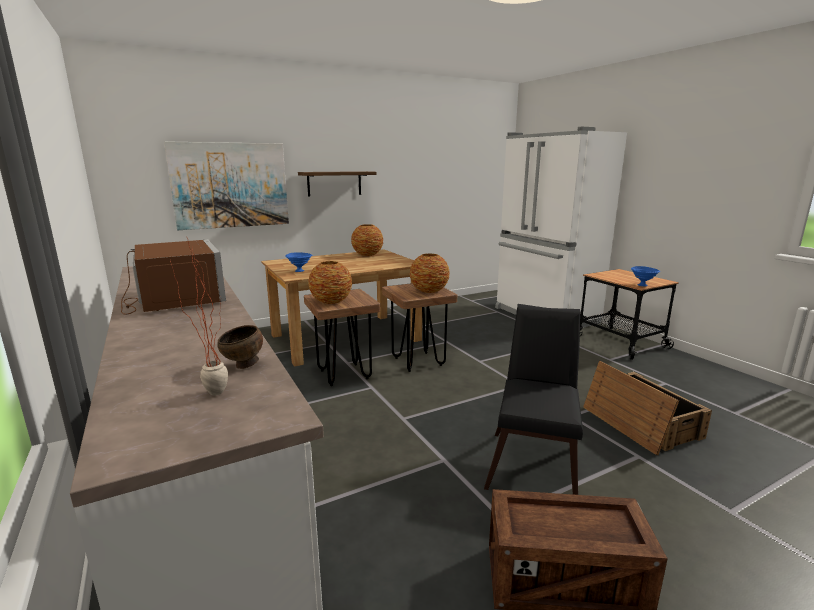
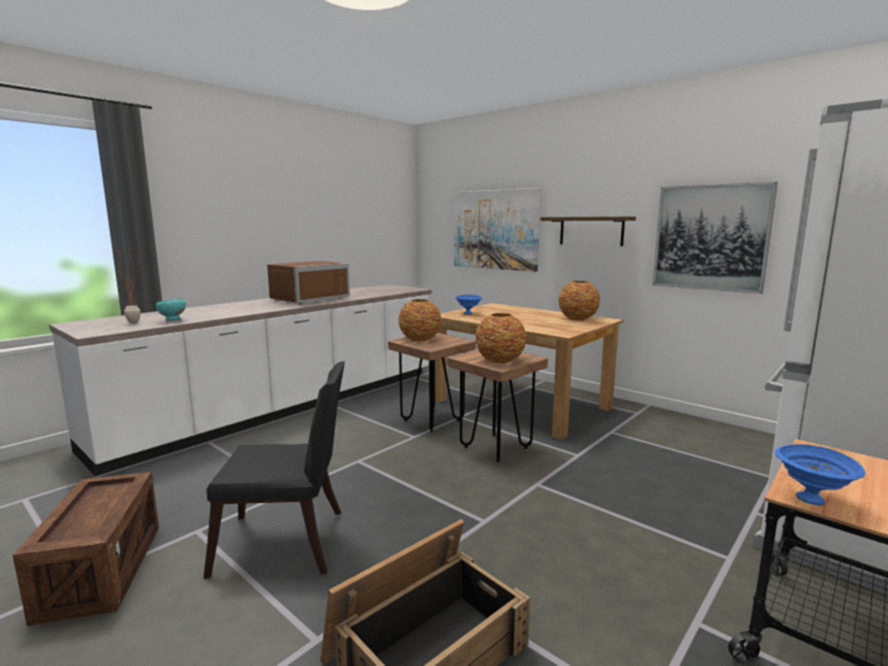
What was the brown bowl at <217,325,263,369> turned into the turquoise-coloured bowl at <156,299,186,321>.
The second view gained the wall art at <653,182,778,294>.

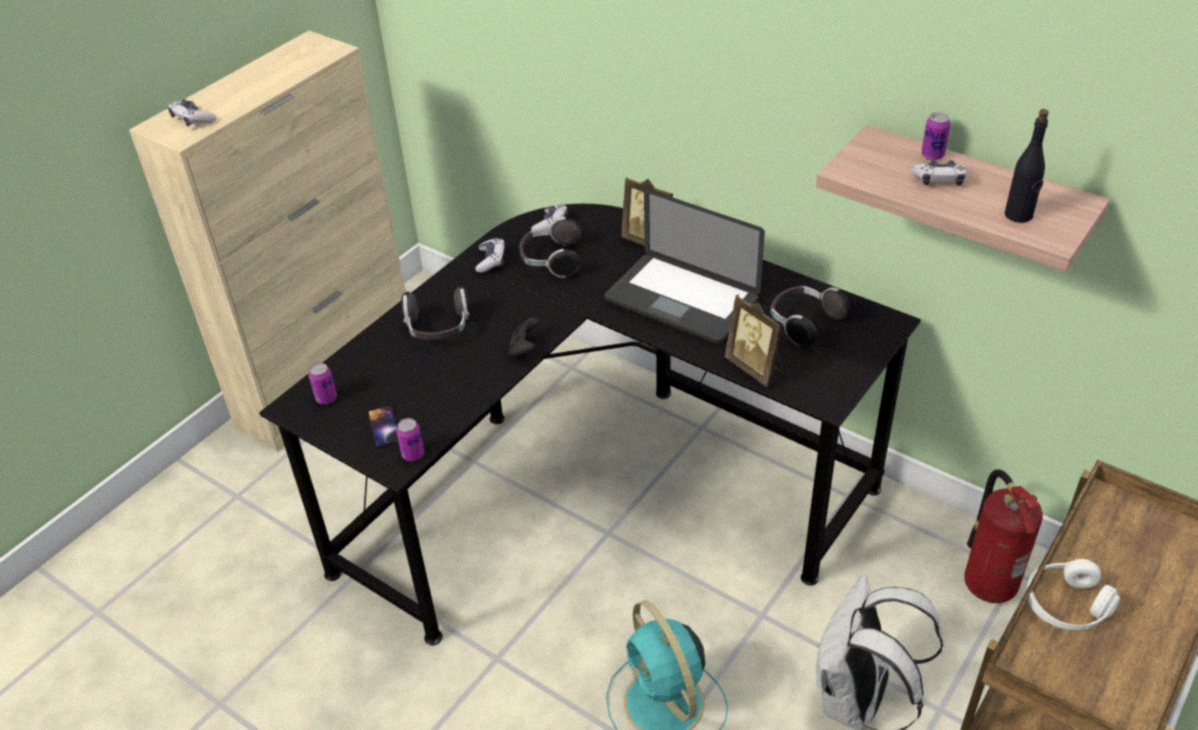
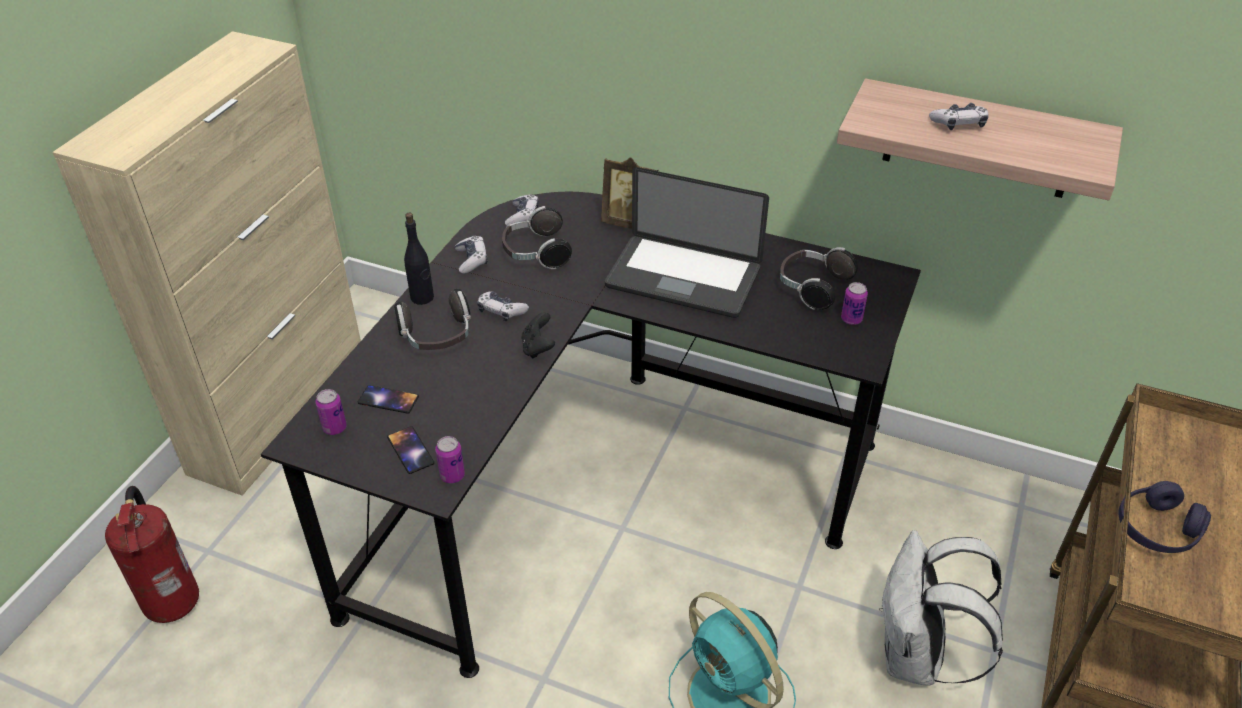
The fire extinguisher ended up elsewhere, having gone from <964,469,1043,603> to <105,486,199,623>.
The second view gained the handset at <358,385,419,414>.
The blackish beverage bottle ended up elsewhere, having gone from <1005,109,1049,223> to <404,213,434,305>.
The gamepad ended up elsewhere, having gone from <168,99,216,127> to <477,291,529,322>.
The sealed can ended up elsewhere, having gone from <921,112,951,160> to <841,282,868,325>.
What was the white headset at <1026,559,1120,630> turned into the purple-coloured headset at <1119,481,1211,553>.
The second view lost the picture frame at <725,294,783,387>.

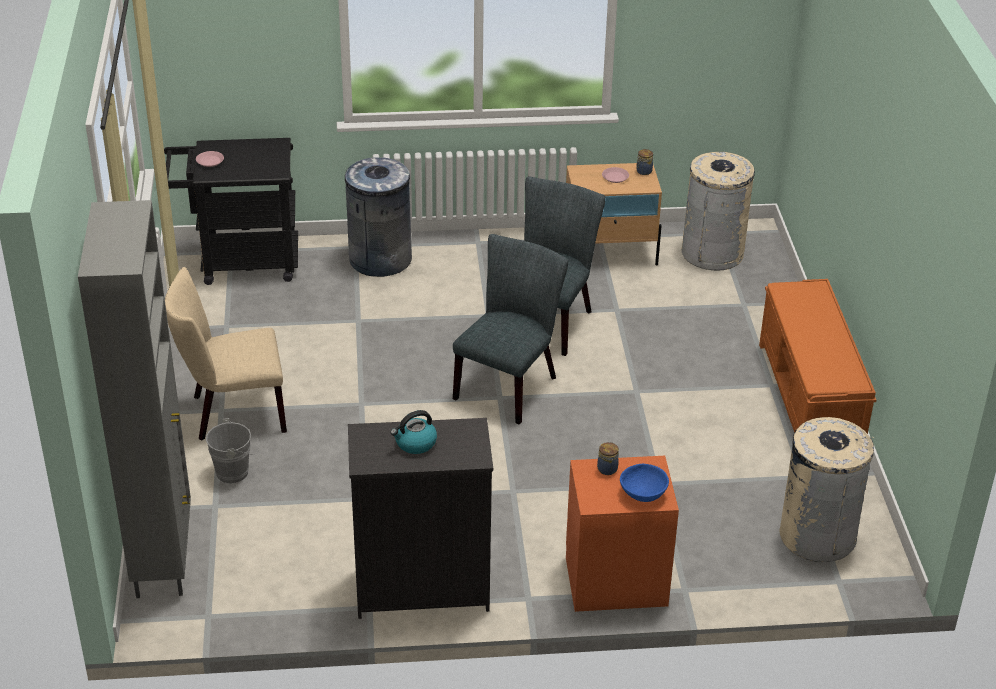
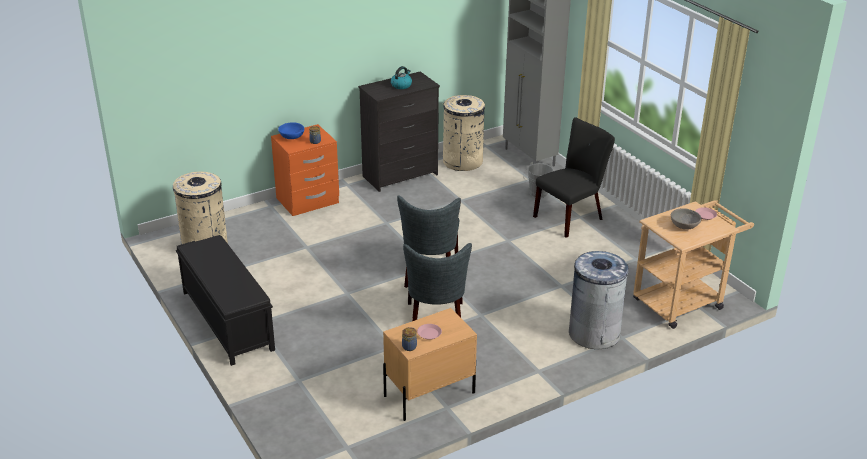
What was the orange long seat at <759,279,876,434> turned into the blackish long seat at <176,235,275,366>.
The beige rubbish bin ended up elsewhere, having gone from <681,152,755,270> to <443,95,485,171>.
What was the beige plain chair at <165,267,287,441> turned into the blackish plain chair at <533,117,615,238>.
What was the blackish cart at <164,138,298,285> turned into the beige cart at <633,200,754,329>.
The second view gained the greyish bowl at <671,208,702,229>.

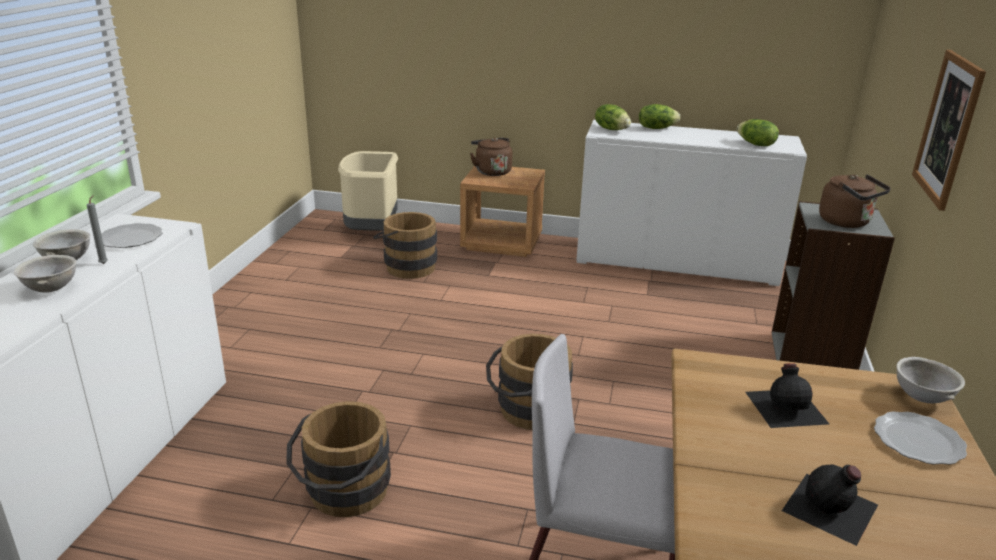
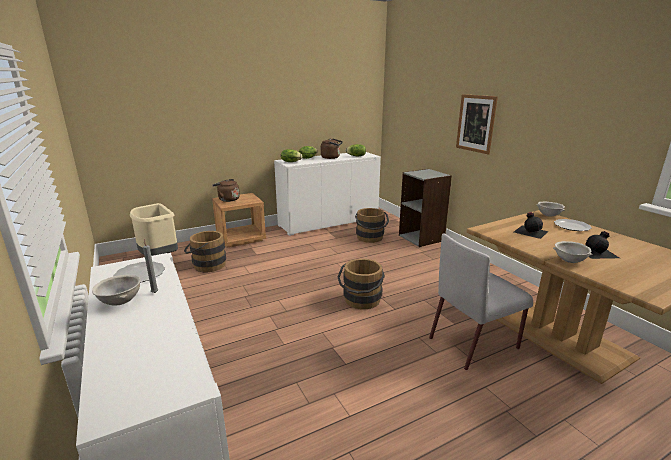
The brown kettle ended up elsewhere, having gone from <819,175,891,228> to <321,139,343,159>.
The brown pail ended up elsewhere, having gone from <286,401,391,517> to <355,208,389,243>.
The greyish bowl ended up elsewhere, having gone from <14,255,76,293> to <553,241,592,263>.

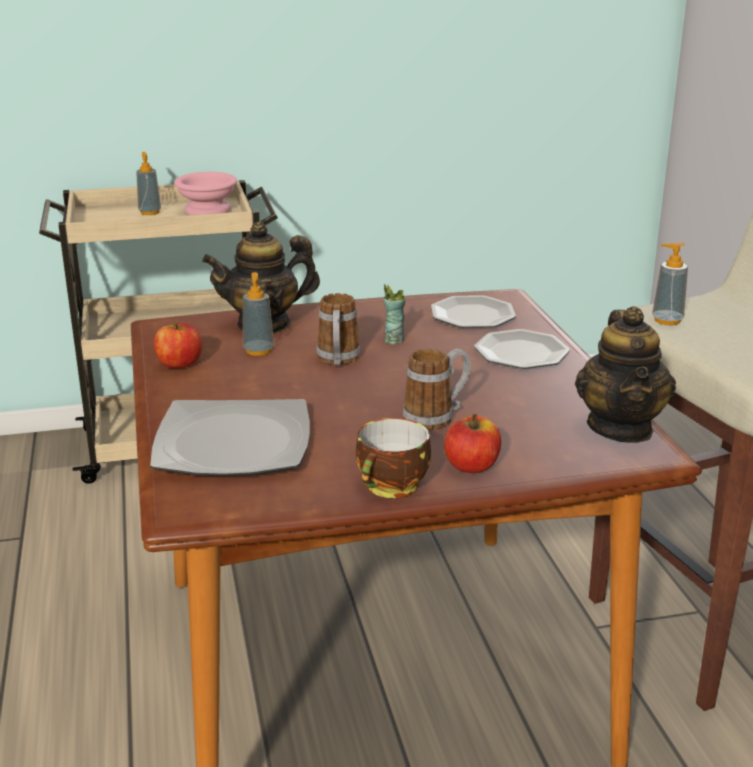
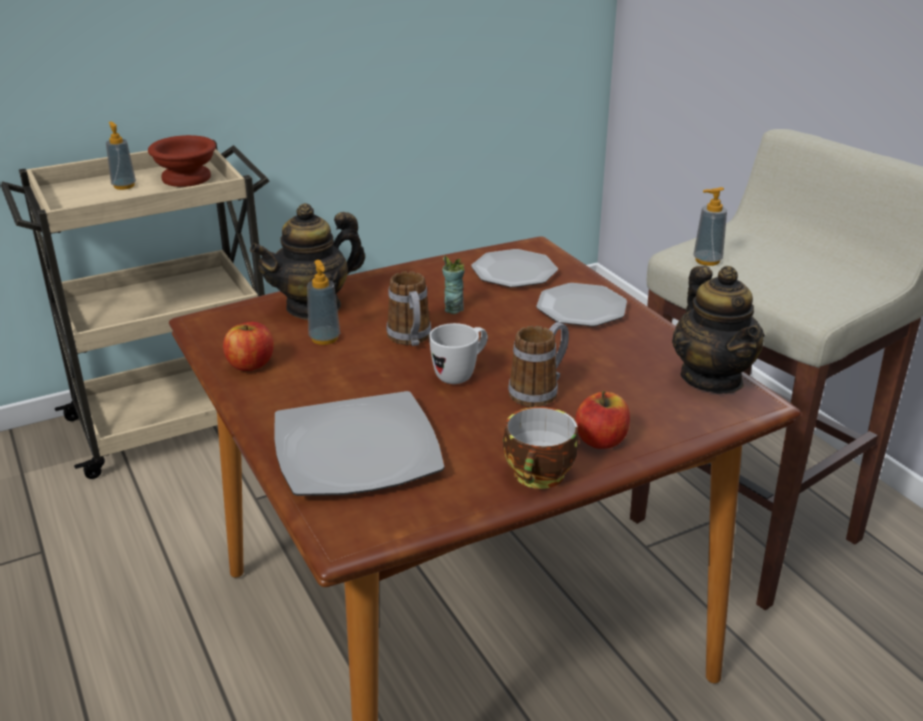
What was the pinkish bowl at <174,172,237,215> turned into the brown bowl at <148,135,216,187>.
The second view gained the white coffee mug at <429,323,488,384>.

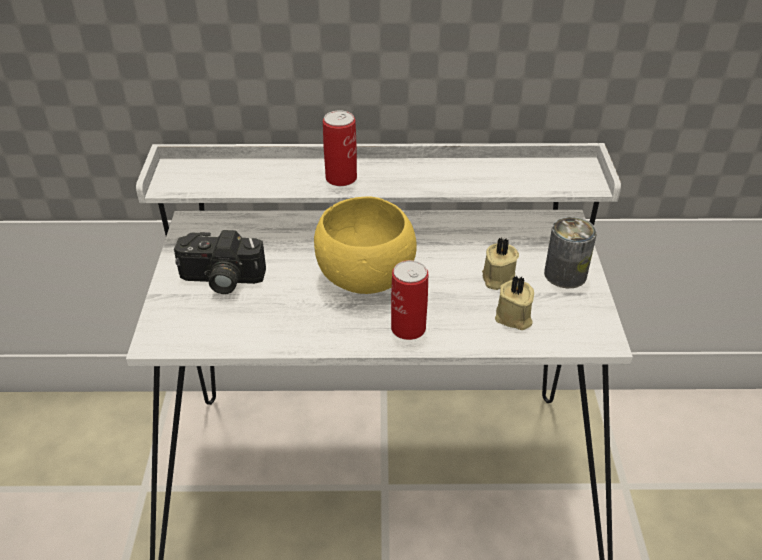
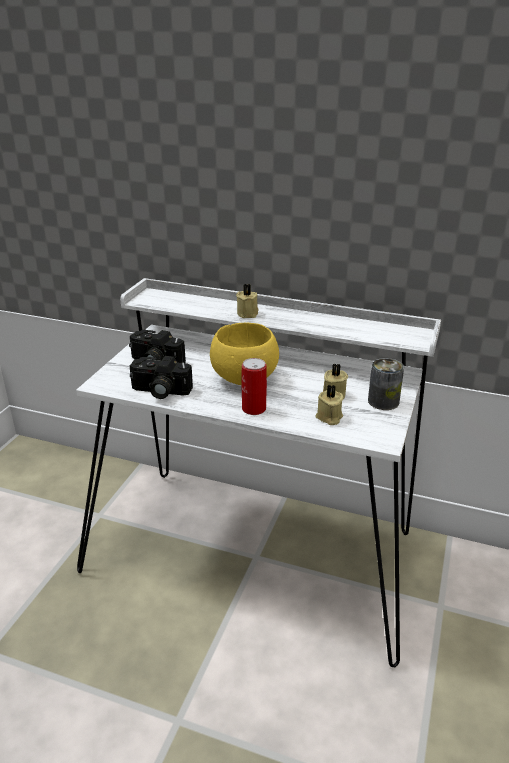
The second view gained the photo camera at <130,356,193,399>.
Where the sealed can stood at <323,110,357,186>, the beige wax light came to stand at <236,284,259,318>.

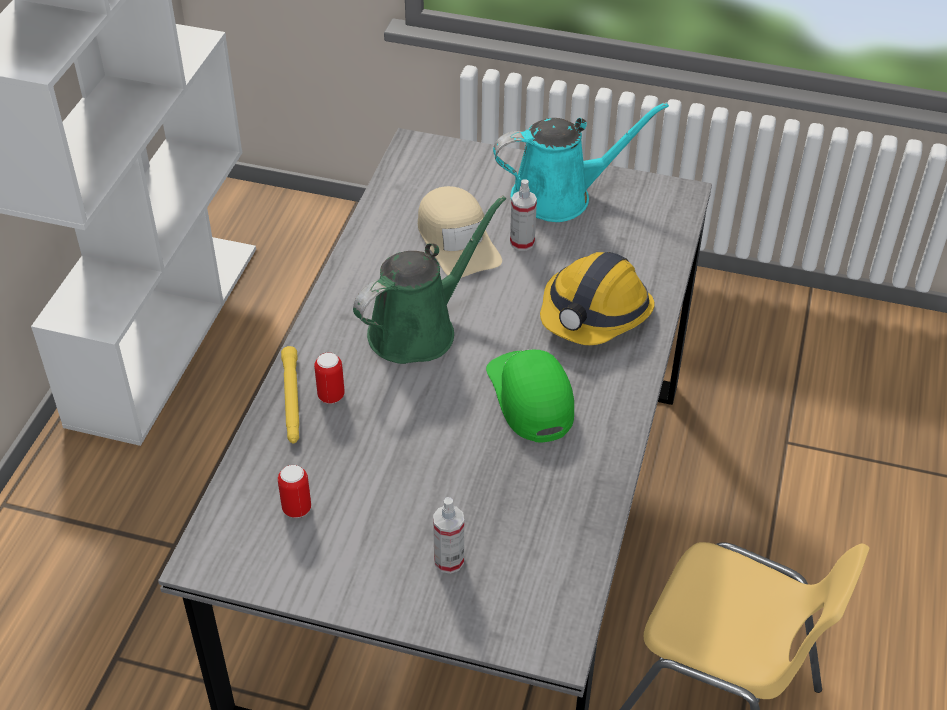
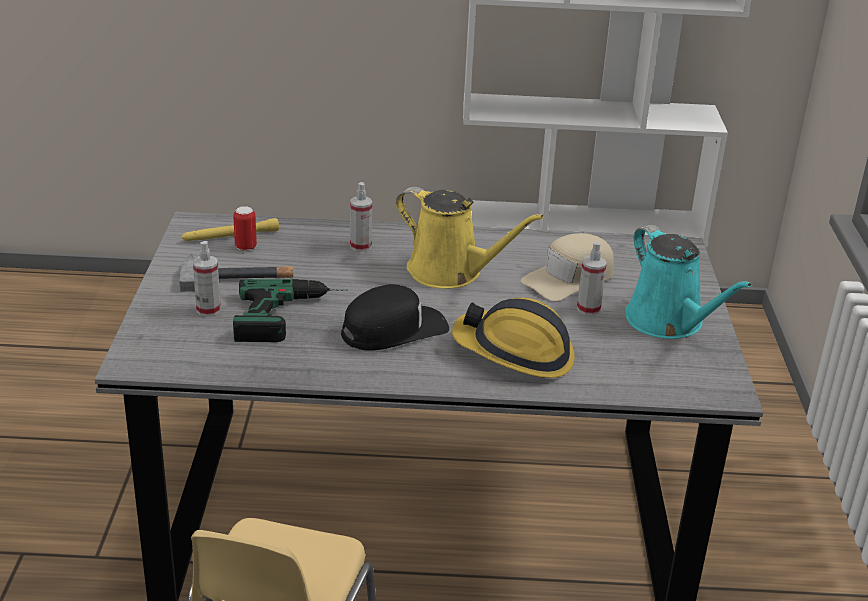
The second view gained the tool hammer at <179,254,293,292>.
The yellowish flashlight ended up elsewhere, having gone from <281,346,299,444> to <181,218,279,241>.
The second view gained the electric drill at <233,279,348,342>.
What was the greenish cap at <486,349,574,442> turned into the blackish cap at <341,284,449,351>.
Where the sealed can stood at <314,353,345,404>, the spray bottle came to stand at <350,182,372,252>.
What was the greenish watering pot at <353,195,506,364> turned into the yellowish watering pot at <396,187,544,289>.

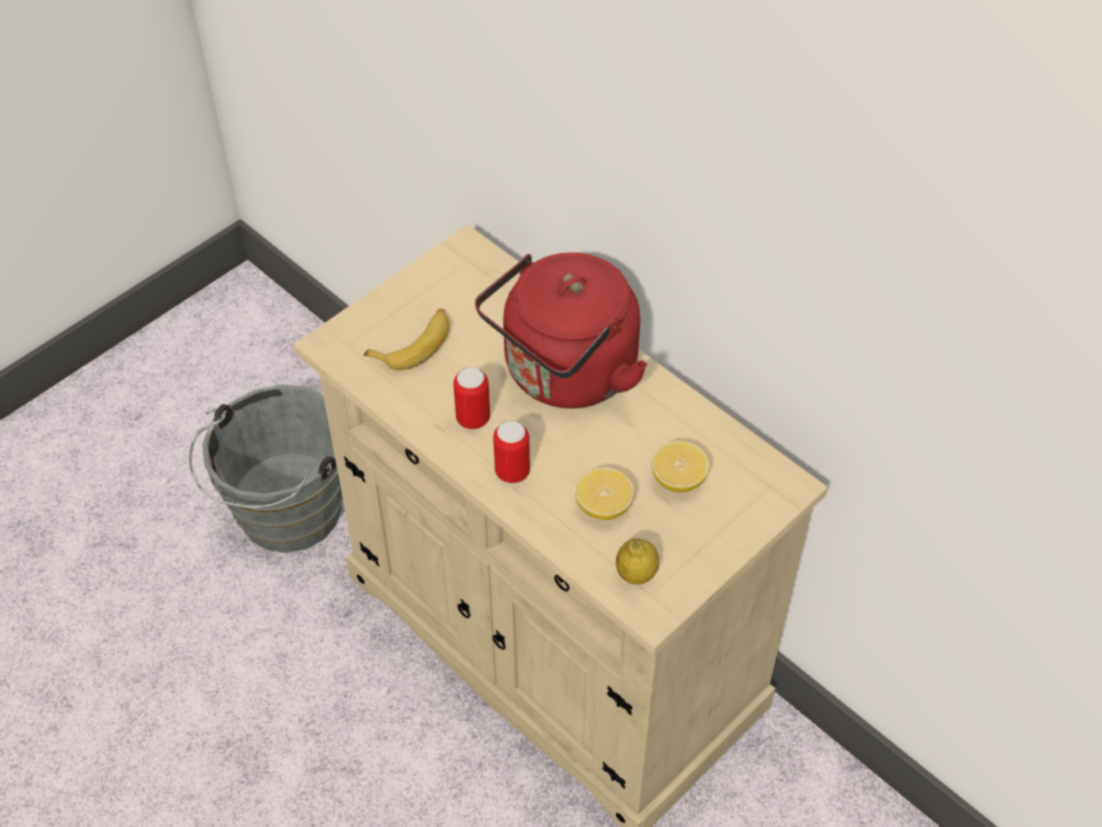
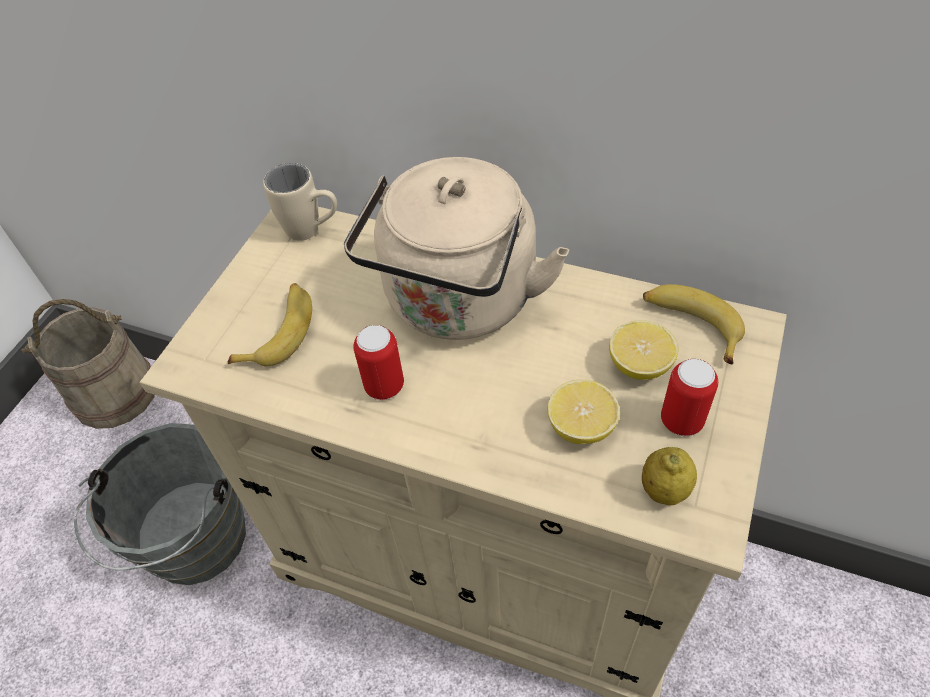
The second view gained the beige pail at <21,299,155,429>.
The second view gained the beige coffee mug at <263,163,337,241>.
What was the red-coloured kettle at <475,252,647,408> turned into the beige kettle at <344,157,569,340>.
The second view gained the banana at <643,284,745,365>.
The sealed can ended up elsewhere, having gone from <493,421,530,484> to <661,359,718,436>.

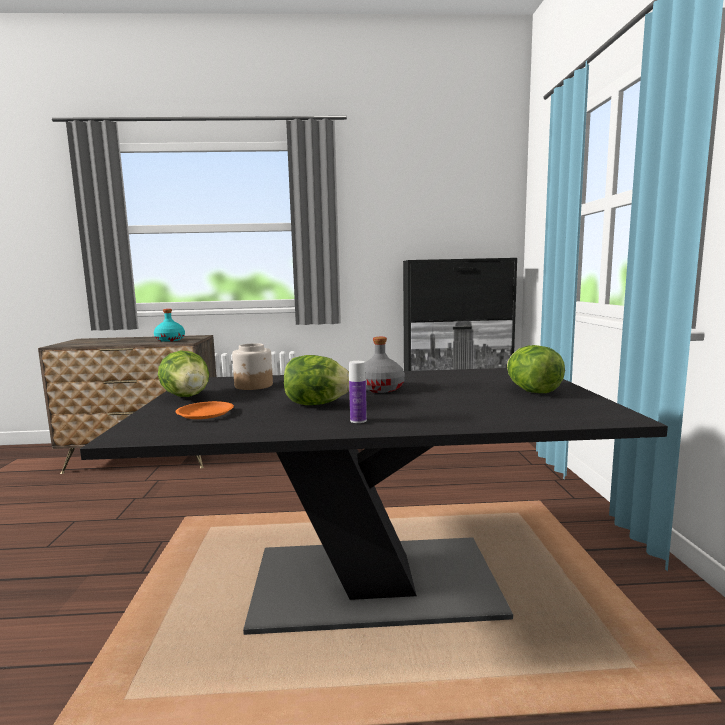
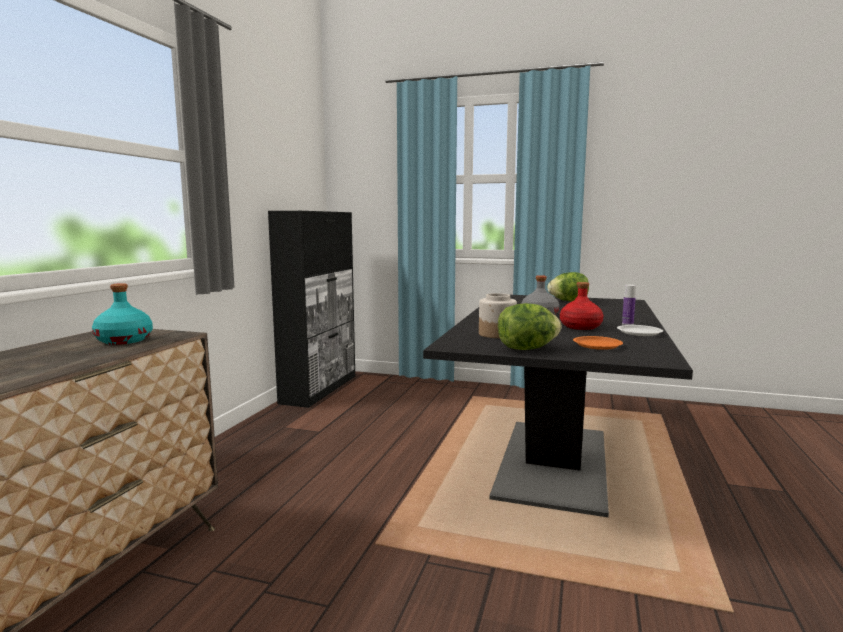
Where the head of lettuce stood at <284,355,349,405>, the red-coloured beverage bottle came to stand at <560,282,603,330>.
The second view gained the white dinner plate at <617,325,663,336>.

